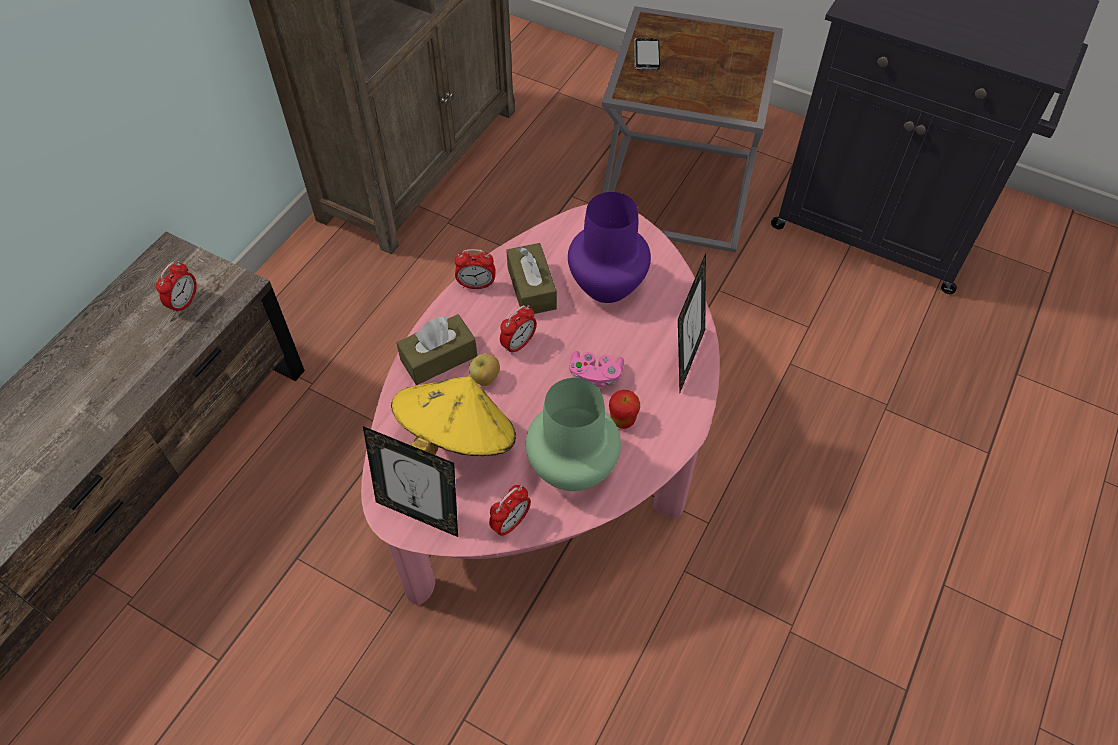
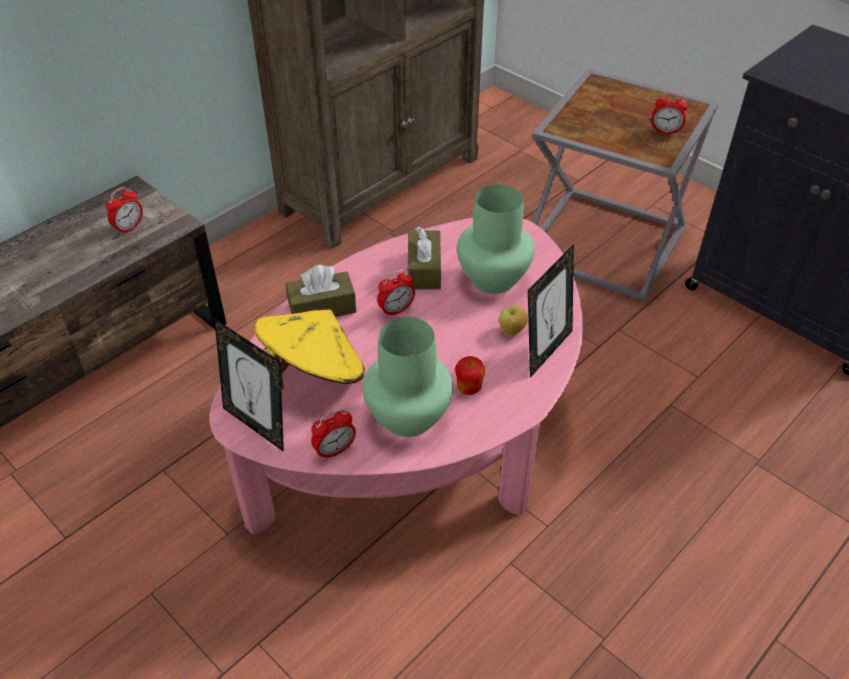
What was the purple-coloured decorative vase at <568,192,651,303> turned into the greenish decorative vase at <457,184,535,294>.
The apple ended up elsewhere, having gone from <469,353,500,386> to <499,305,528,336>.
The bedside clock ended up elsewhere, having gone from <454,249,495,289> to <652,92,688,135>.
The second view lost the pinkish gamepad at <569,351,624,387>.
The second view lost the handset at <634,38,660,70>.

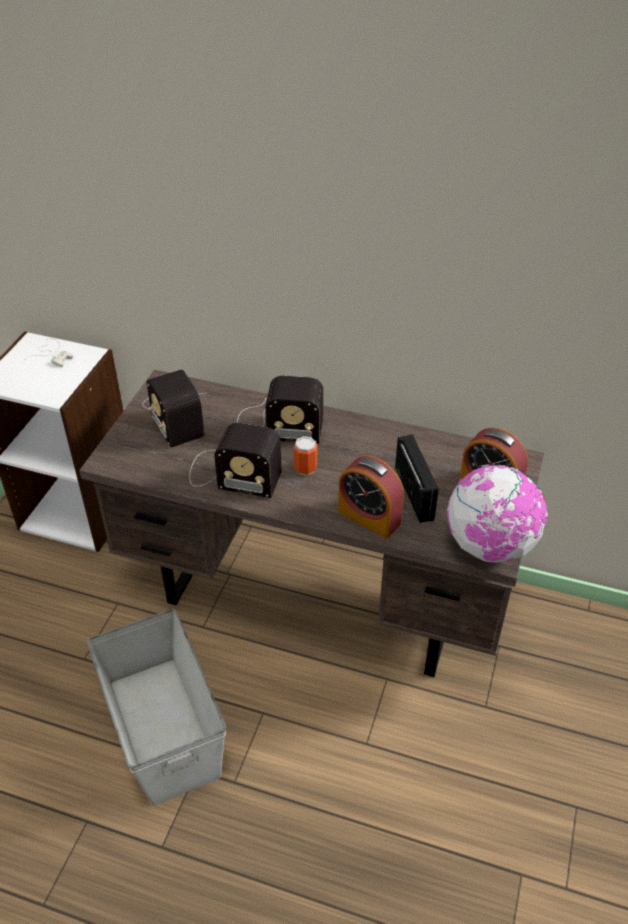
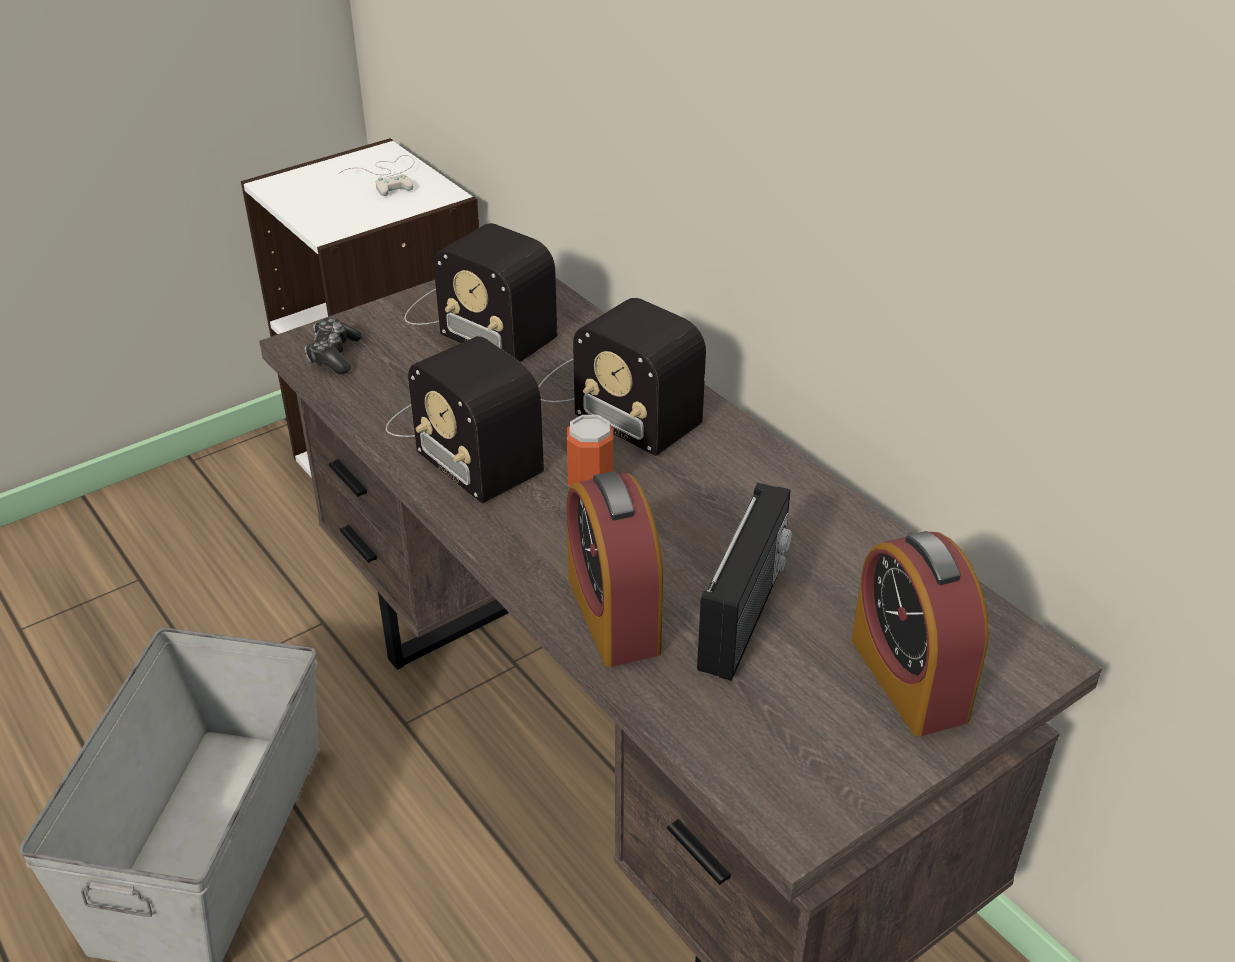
The second view gained the gamepad at <304,318,362,374>.
The radio receiver at <142,369,207,448> ended up facing another way, 60 degrees counterclockwise from before.
The second view lost the world globe at <447,465,548,562>.

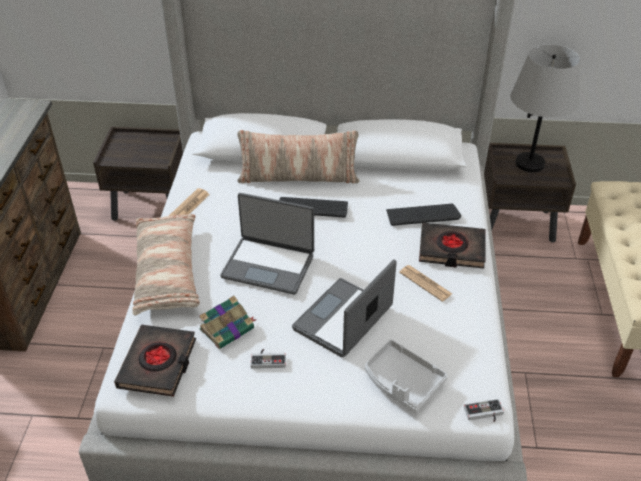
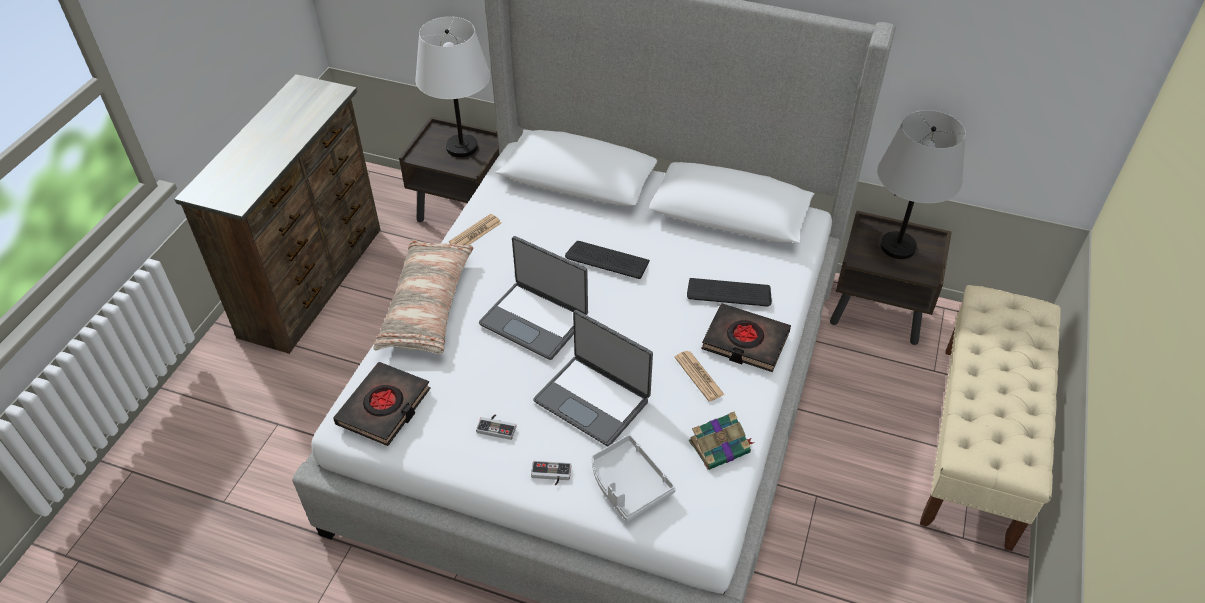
The second view gained the white table lamp at <415,17,490,157>.
The gamepad ended up elsewhere, having gone from <464,399,504,422> to <531,461,571,485>.
The notebook computer at <292,259,397,357> ended up facing another way, 105 degrees counterclockwise from before.
The book ended up elsewhere, having gone from <199,296,257,349> to <689,412,754,470>.
The second view lost the throw pillow at <237,130,359,184>.

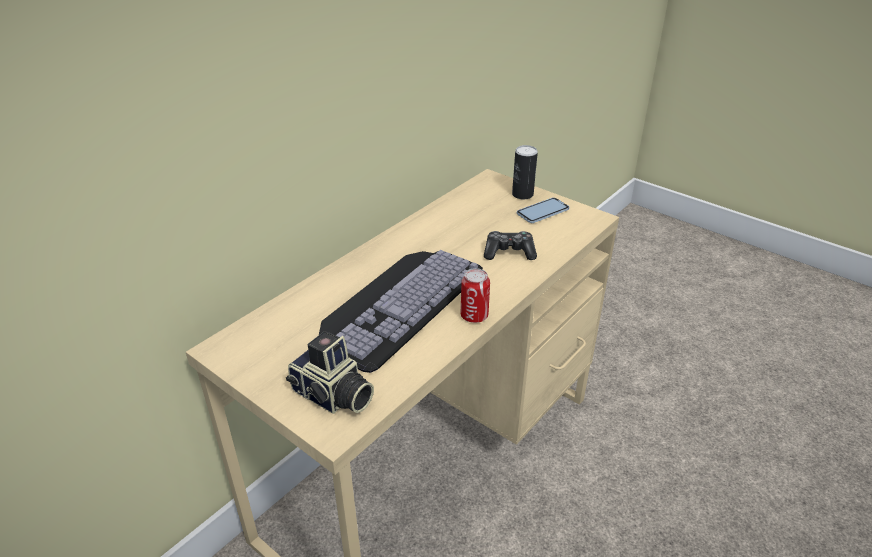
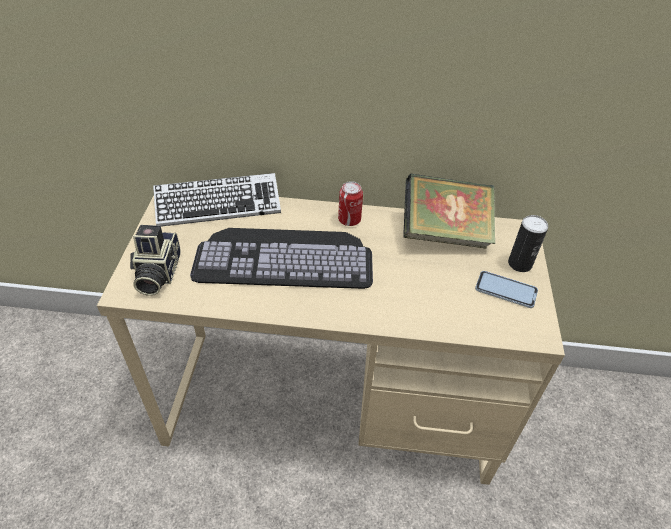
The second view gained the computer keyboard at <153,173,281,227>.
The sealed can ended up elsewhere, having gone from <461,268,490,323> to <338,181,363,226>.
The second view gained the book at <403,174,495,249>.
The second view lost the gamepad at <484,231,537,260>.

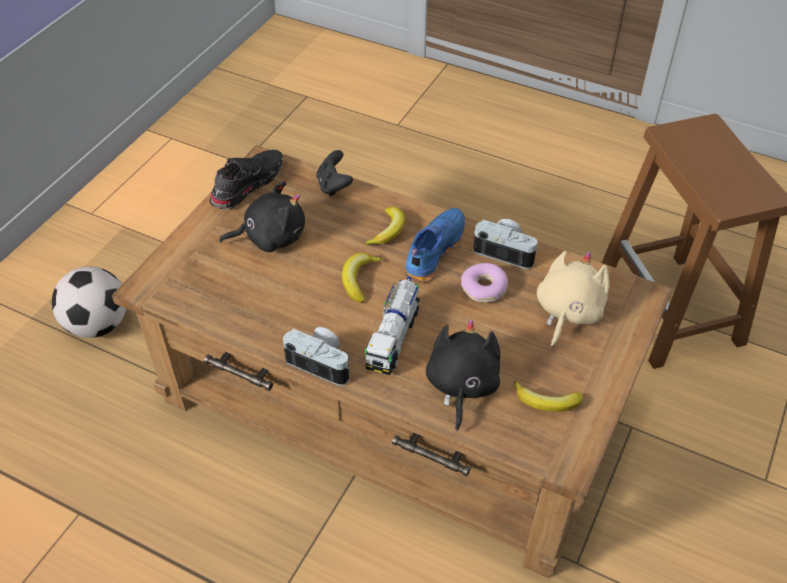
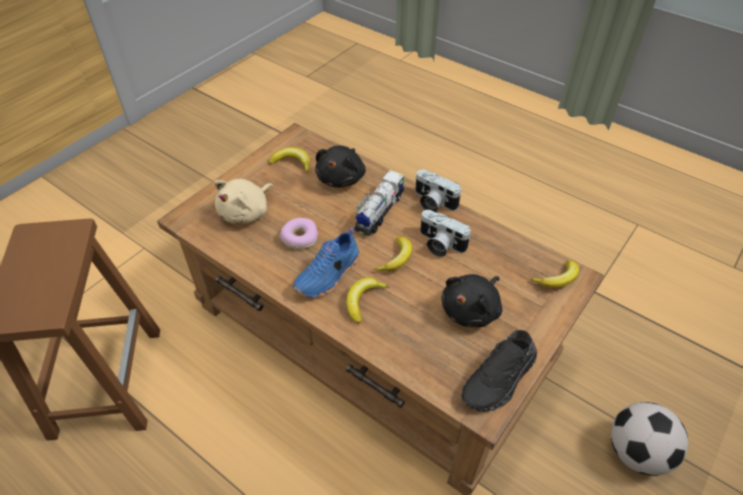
The photo camera ended up elsewhere, having gone from <473,219,539,269> to <420,210,471,257>.
The blackish cuddly toy at <219,181,305,252> ended up facing another way, 45 degrees counterclockwise from before.
The second view gained the banana at <530,260,579,288>.
The second view lost the blackish gamepad at <317,150,353,197>.

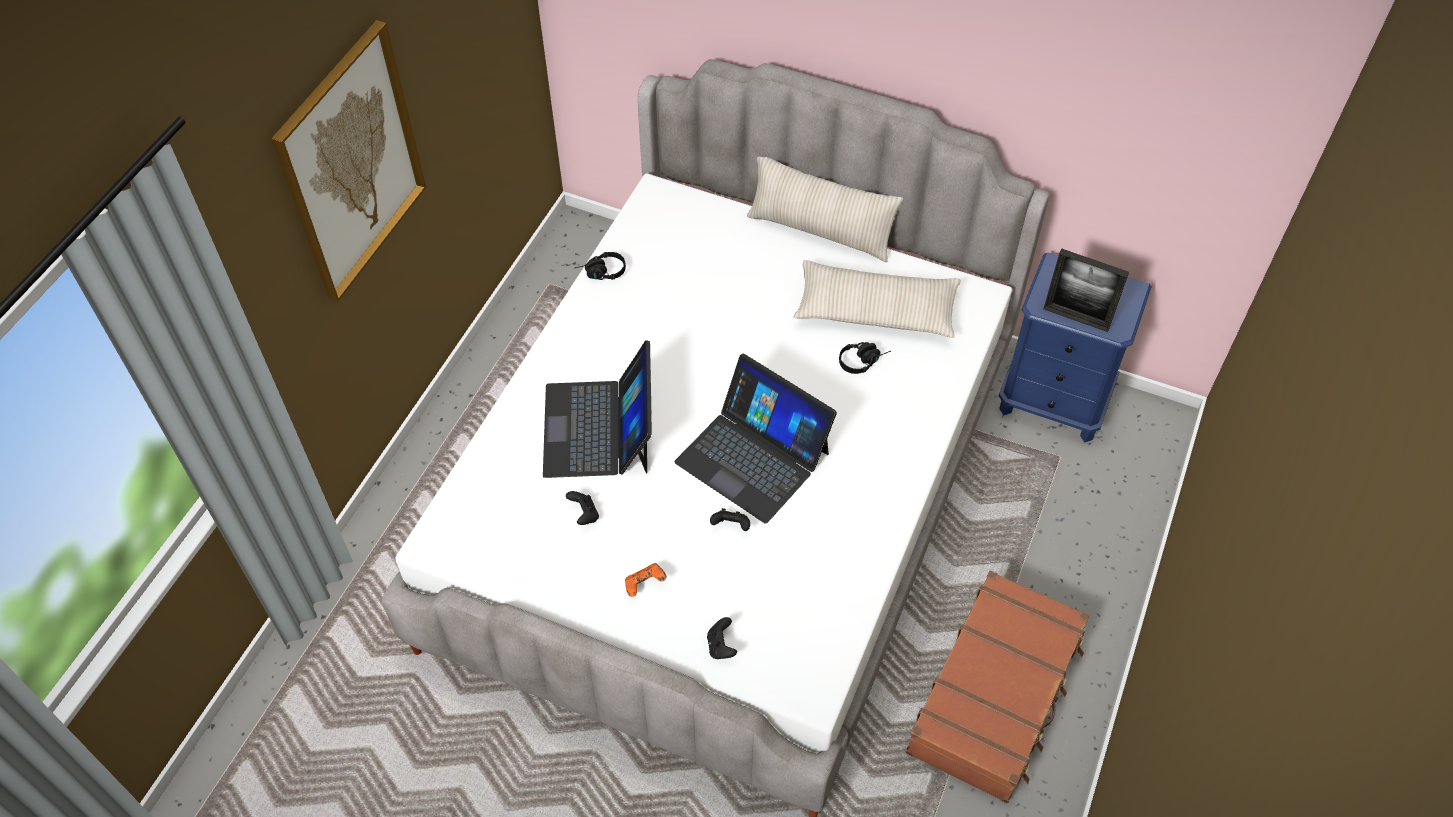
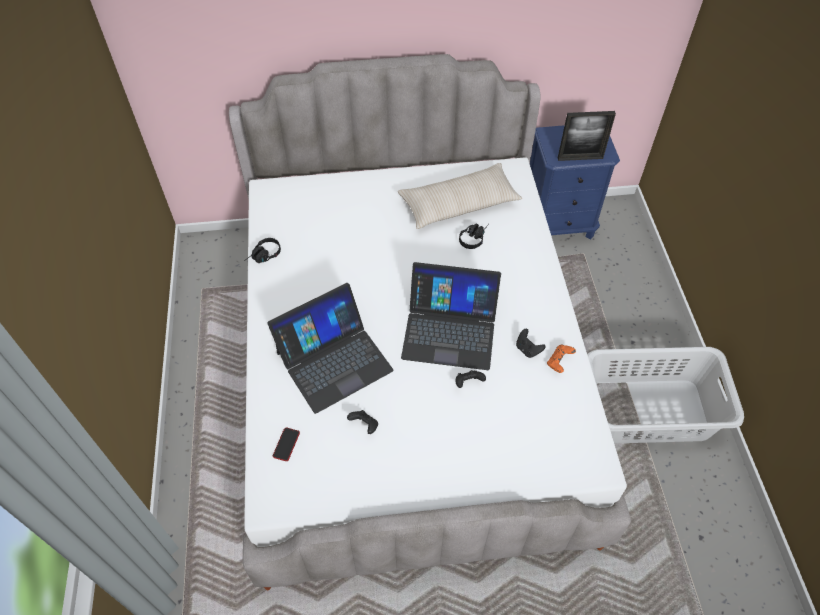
The notebook computer at <543,340,652,478> ended up facing another way, 90 degrees counterclockwise from before.
The second view gained the handset at <273,428,300,461>.
The blackish gamepad ended up elsewhere, having gone from <707,617,737,659> to <516,329,545,358>.
The orange gamepad ended up elsewhere, having gone from <625,563,666,597> to <547,345,576,373>.
Where the brown suitcase stood at <905,571,1090,803>, the greyish hamper came to stand at <587,347,744,444>.
The second view lost the wall art at <271,20,426,302>.
The second view lost the beige throw pillow at <747,157,903,262>.

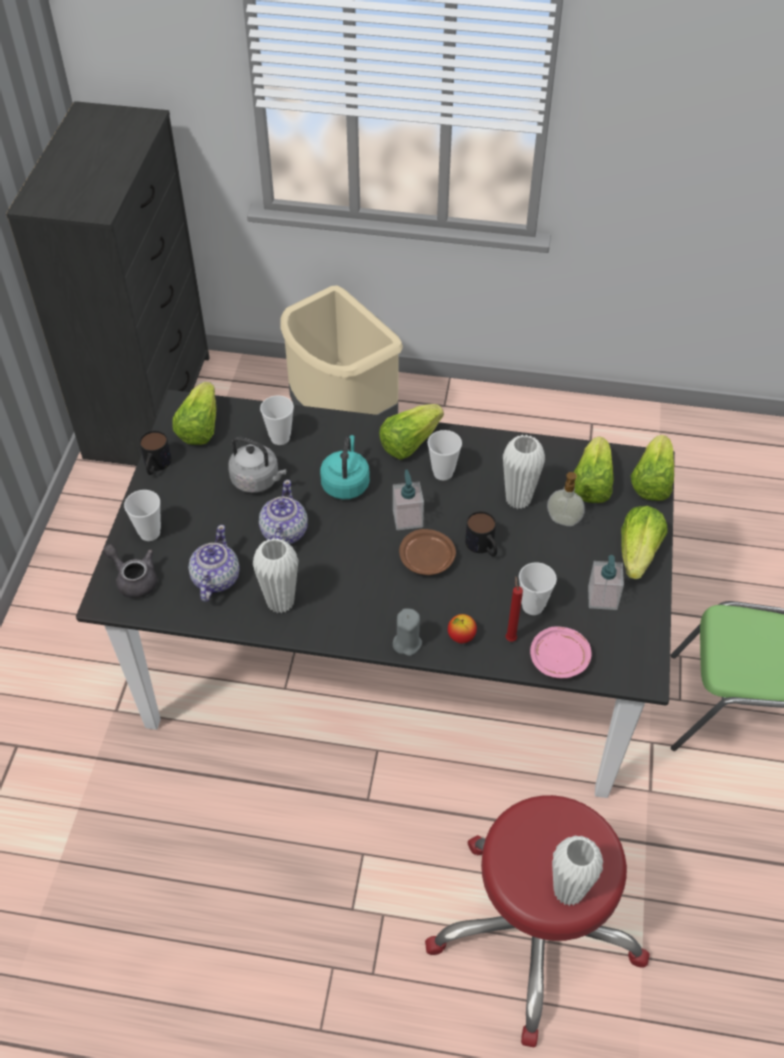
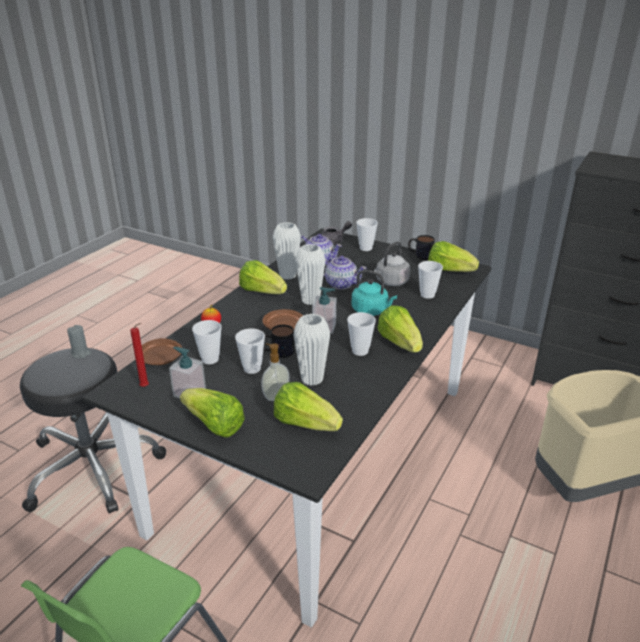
What was the red-coloured stool seat at <425,795,650,1048> turned into the blackish stool seat at <20,348,166,514>.
The greyish wax light ended up elsewhere, having gone from <393,608,422,656> to <67,325,92,358>.
The red-coloured wax light ended up elsewhere, having gone from <506,576,523,642> to <130,323,149,387>.
What was the pinkish dinner plate at <530,626,592,678> turned into the brown dinner plate at <142,338,182,365>.
The second view gained the small cup at <235,328,265,374>.
The head of lettuce ended up elsewhere, having gone from <631,435,674,501> to <239,260,287,294>.
The white decorative vase ended up elsewhere, having gone from <552,836,603,906> to <295,244,325,305>.

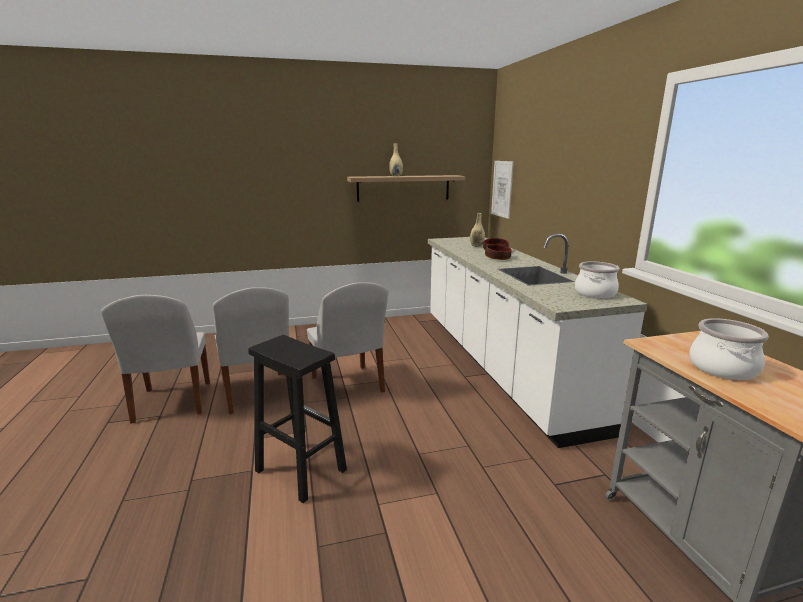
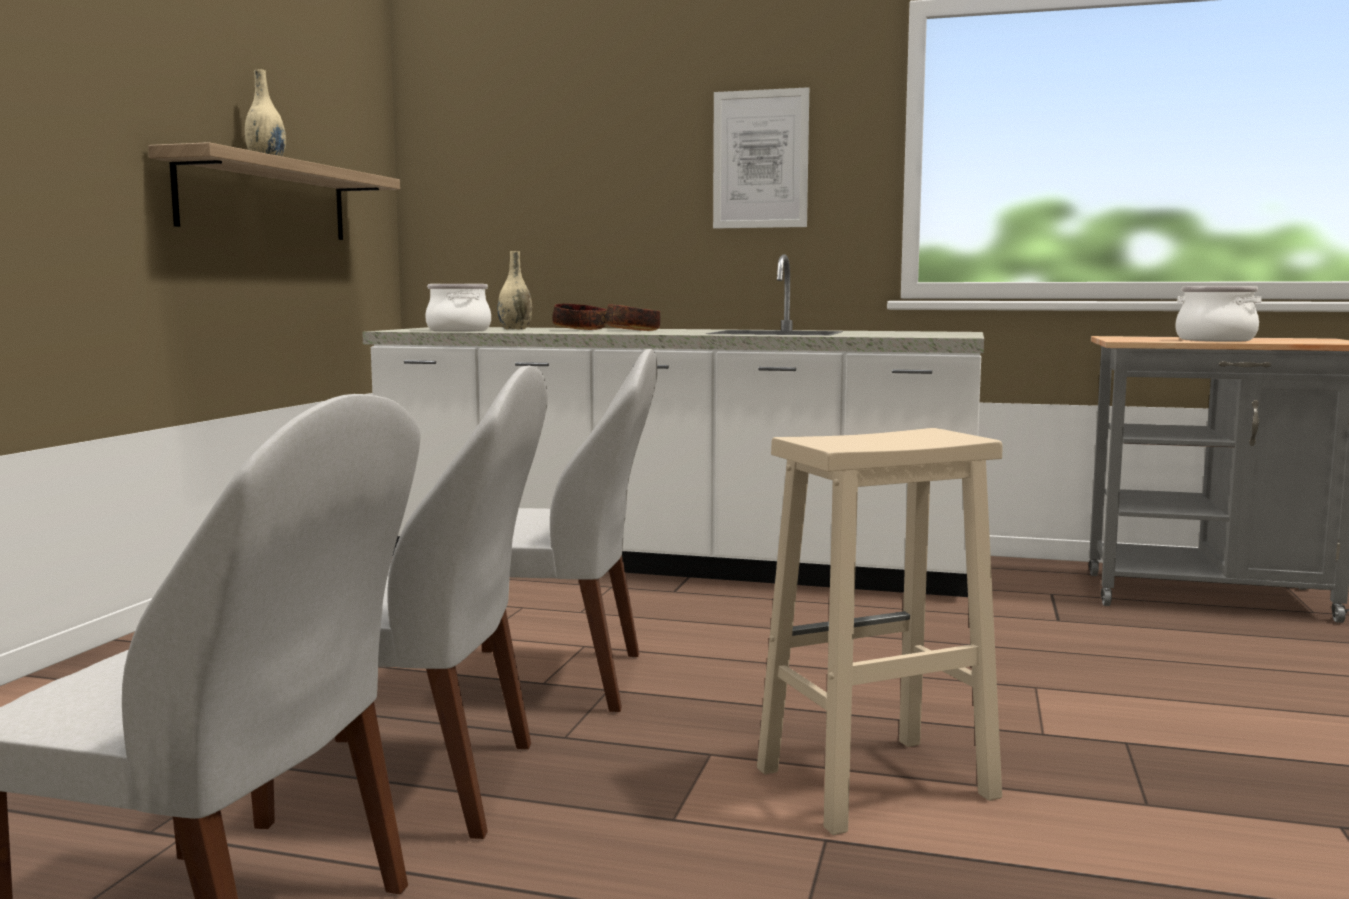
The cooking pot ended up elsewhere, having gone from <575,261,620,299> to <425,284,491,332>.
The wall art ended up elsewhere, having gone from <491,161,514,219> to <713,87,809,229>.
What was the blackish stool seat at <248,335,347,503> turned into the beige stool seat at <757,428,1002,835>.

